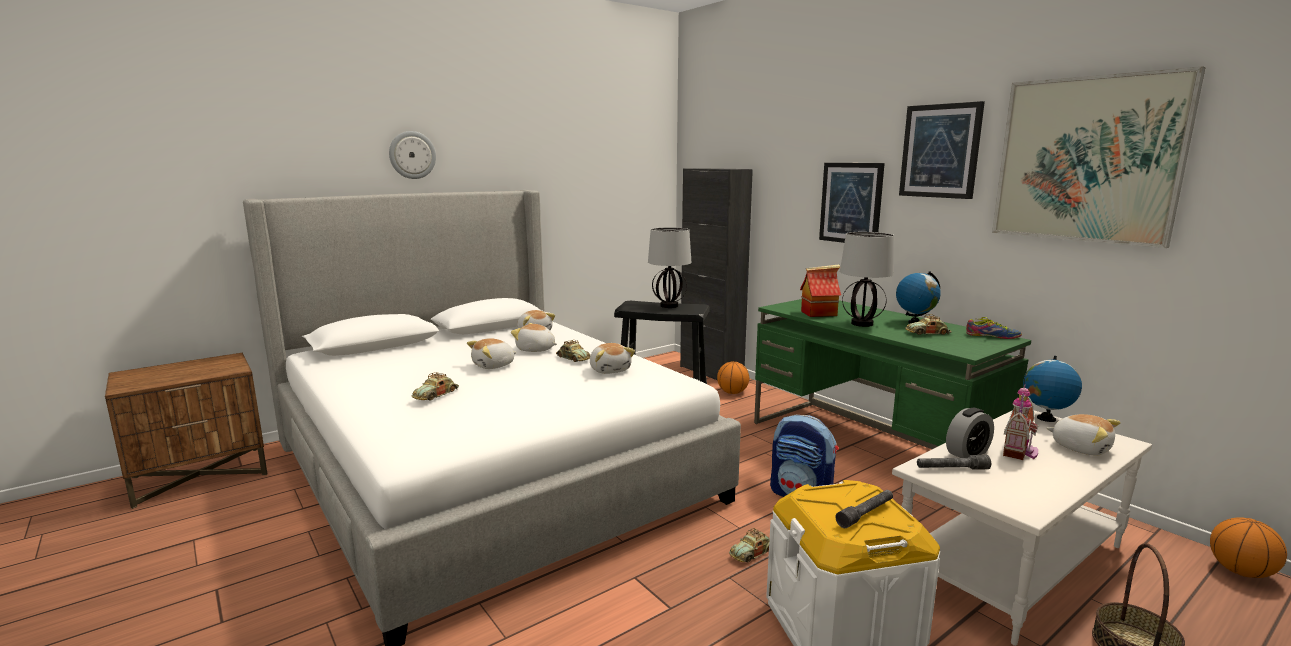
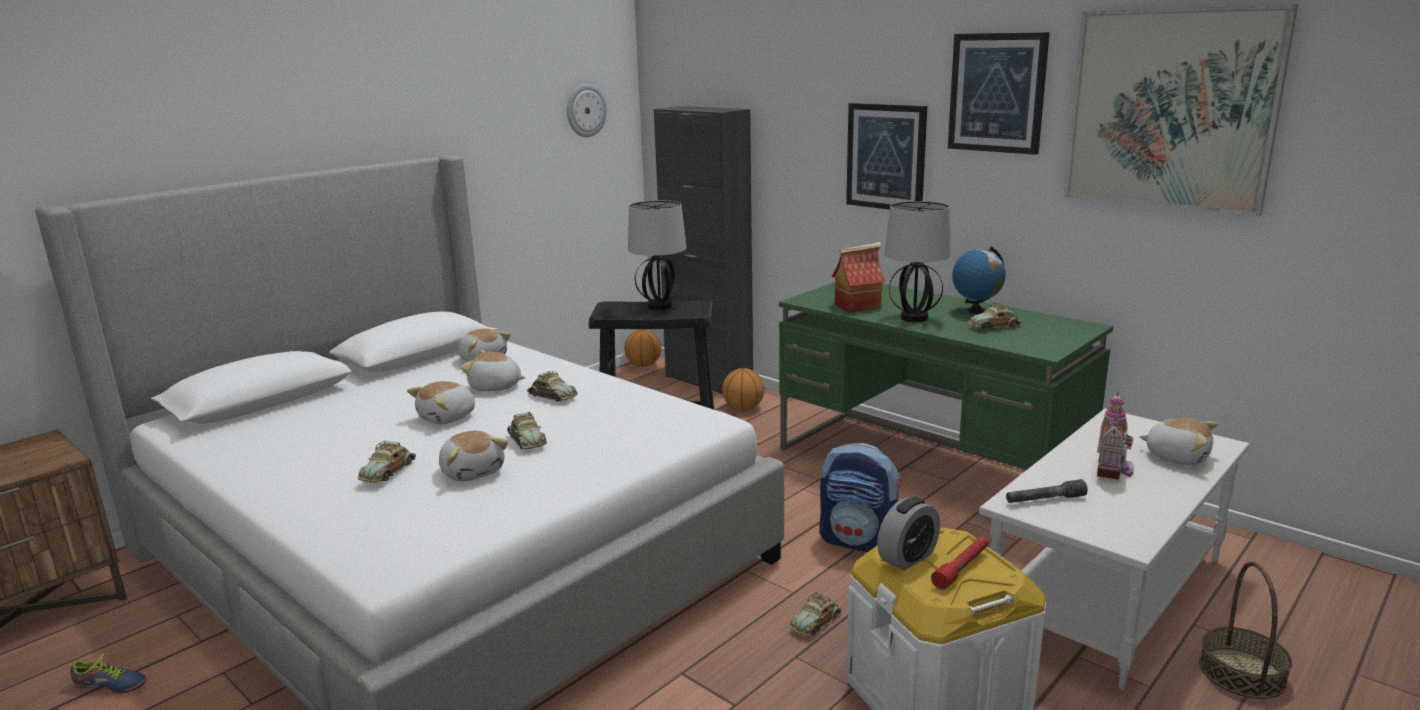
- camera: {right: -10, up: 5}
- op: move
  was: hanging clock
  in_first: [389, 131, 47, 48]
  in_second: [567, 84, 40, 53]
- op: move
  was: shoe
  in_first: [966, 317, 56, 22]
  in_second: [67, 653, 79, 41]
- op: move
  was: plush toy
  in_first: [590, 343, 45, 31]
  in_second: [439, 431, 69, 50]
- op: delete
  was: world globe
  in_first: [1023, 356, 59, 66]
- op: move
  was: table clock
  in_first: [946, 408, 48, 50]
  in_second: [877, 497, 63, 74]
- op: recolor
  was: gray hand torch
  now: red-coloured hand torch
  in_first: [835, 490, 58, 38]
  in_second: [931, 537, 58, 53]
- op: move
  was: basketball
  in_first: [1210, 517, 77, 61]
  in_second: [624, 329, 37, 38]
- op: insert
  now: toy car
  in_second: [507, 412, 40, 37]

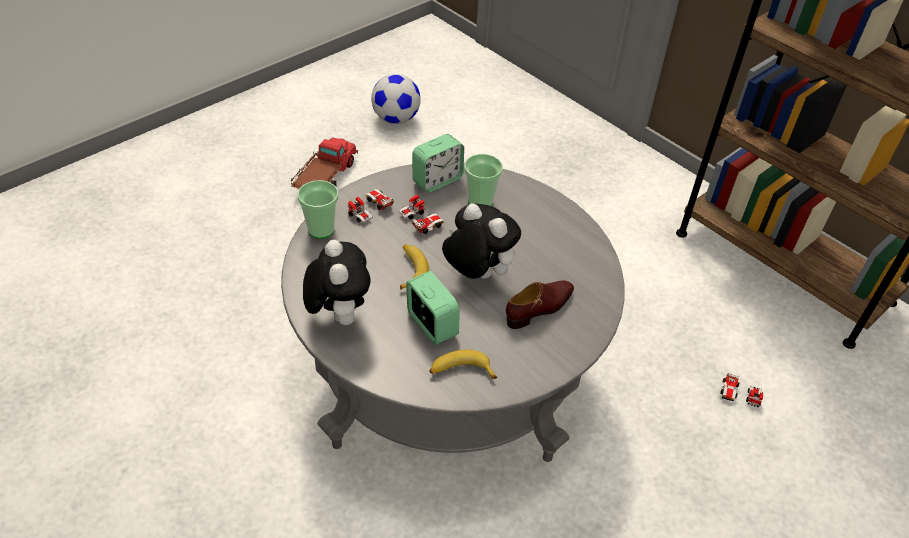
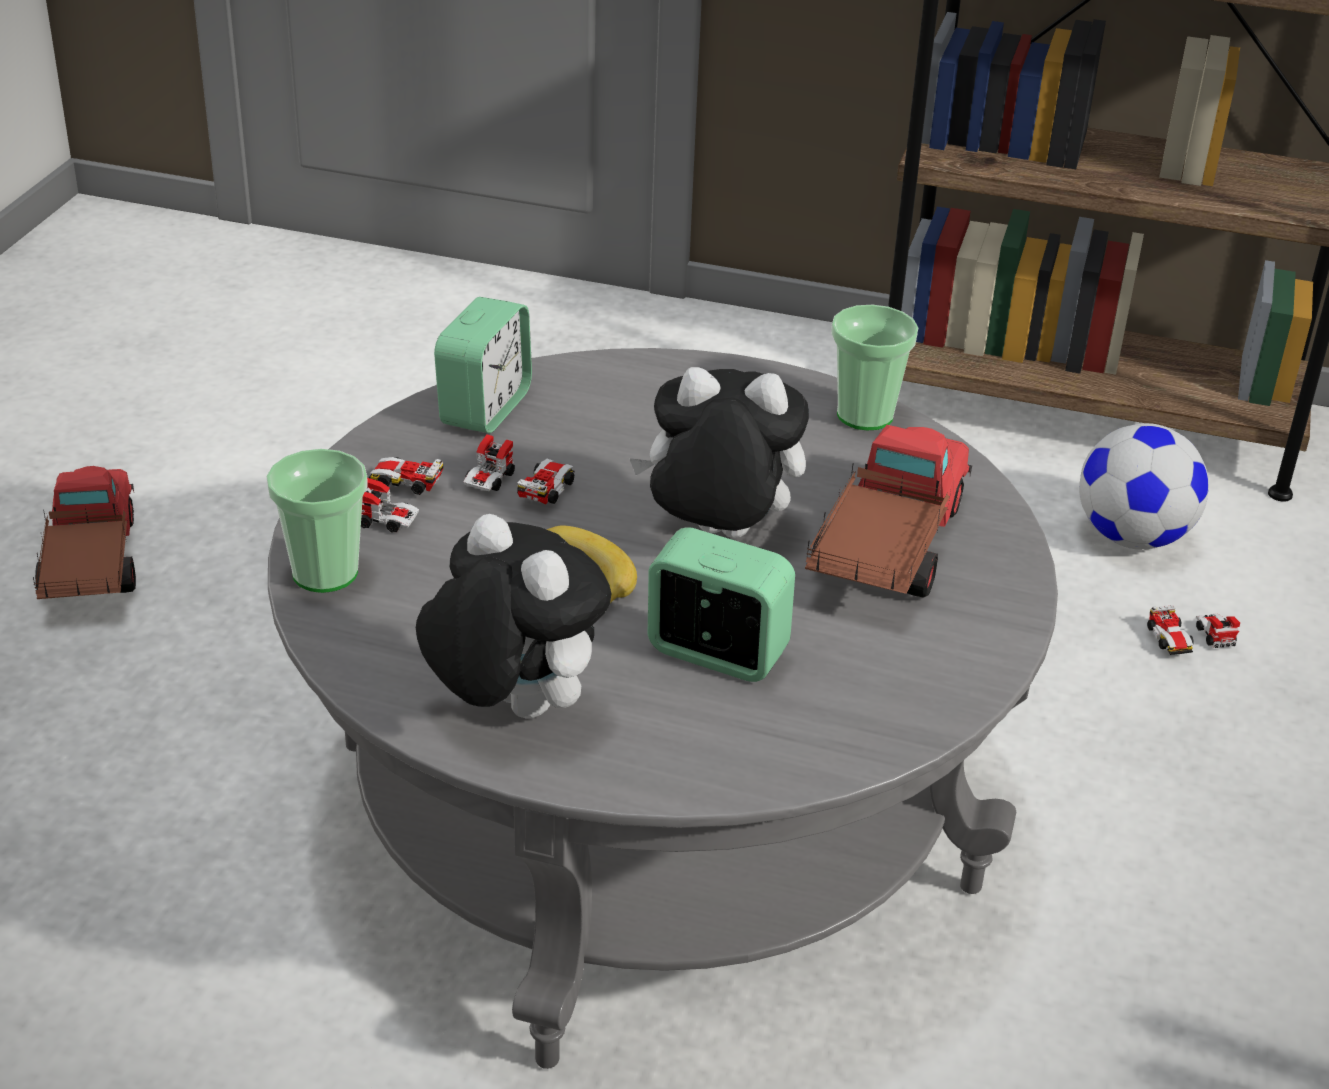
- camera: {right: -30, up: -10}
- op: move
  was: football
  in_first: [371, 74, 50, 50]
  in_second: [1079, 423, 130, 127]
- op: move
  was: small cup
  in_first: [464, 154, 39, 52]
  in_second: [831, 305, 87, 125]
- op: replace
  was: brown-coloured shoe
  now: model truck
  in_first: [506, 280, 68, 49]
  in_second: [805, 425, 167, 173]
- op: delete
  was: banana
  in_first: [429, 350, 68, 29]

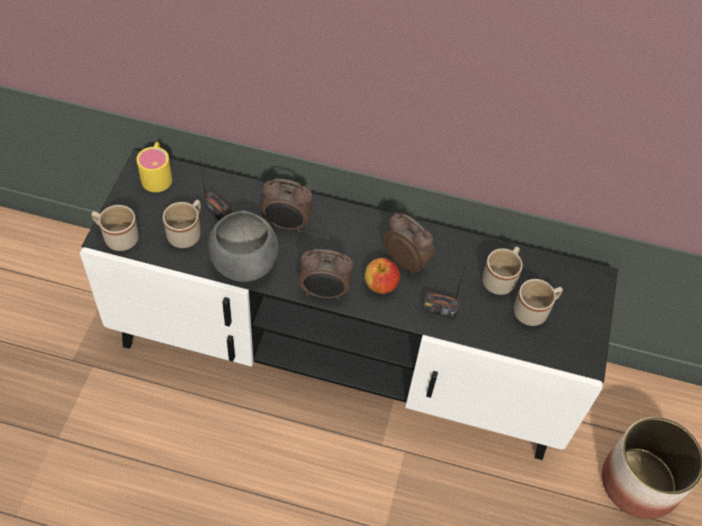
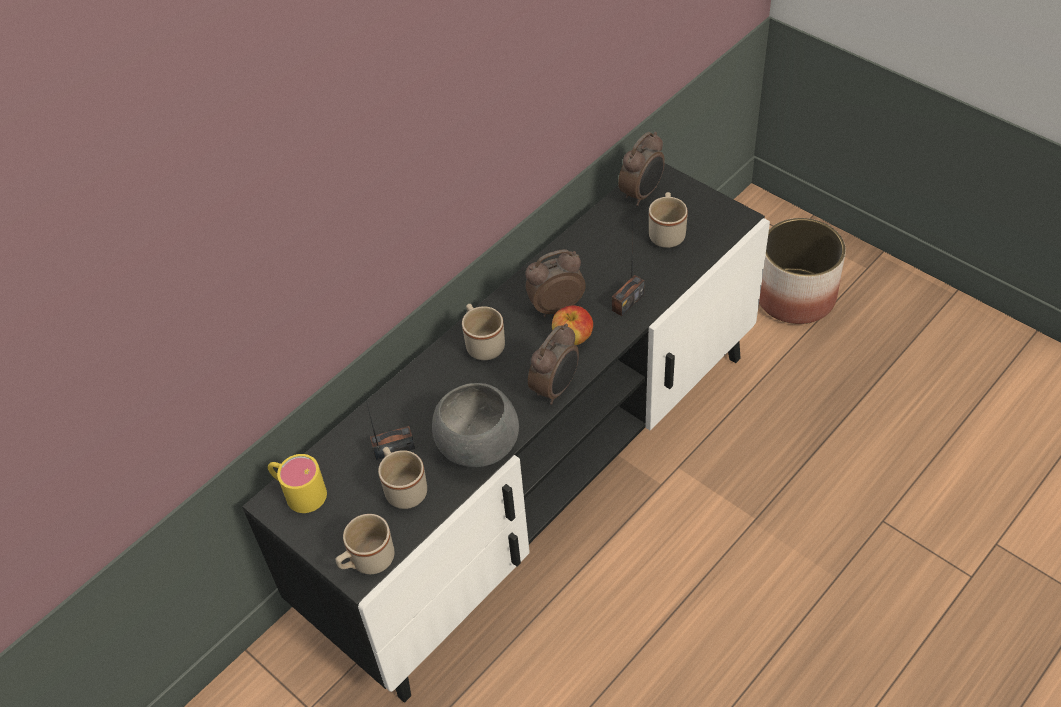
- camera: {right: -55, up: -5}
- op: move
  was: table clock
  in_first: [261, 179, 51, 53]
  in_second: [618, 132, 47, 74]
- op: move
  was: beige-coloured coffee mug
  in_first: [482, 247, 41, 48]
  in_second: [462, 304, 43, 56]

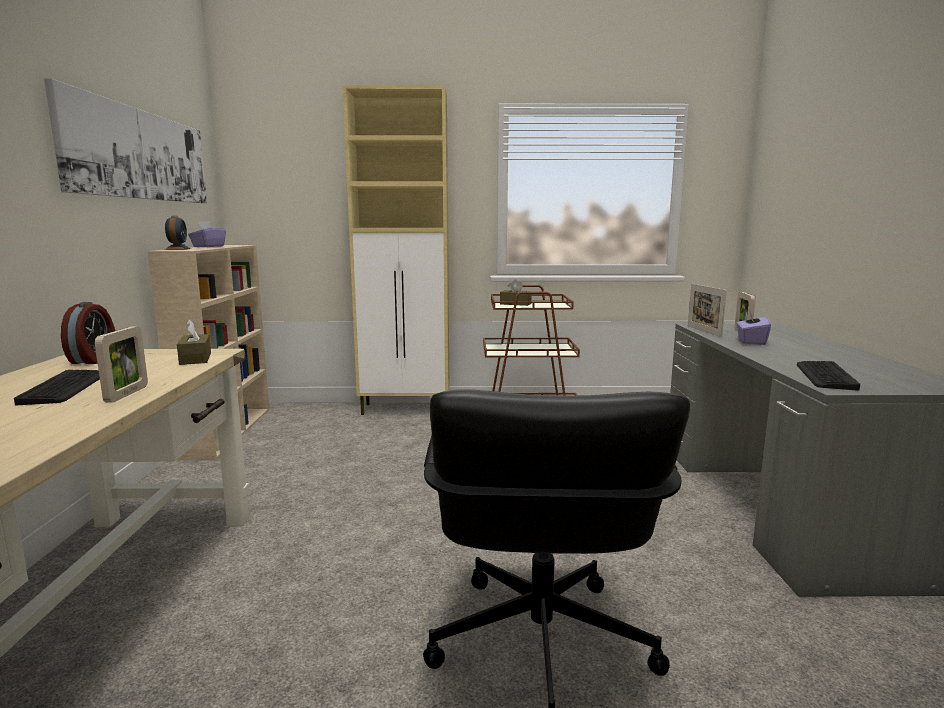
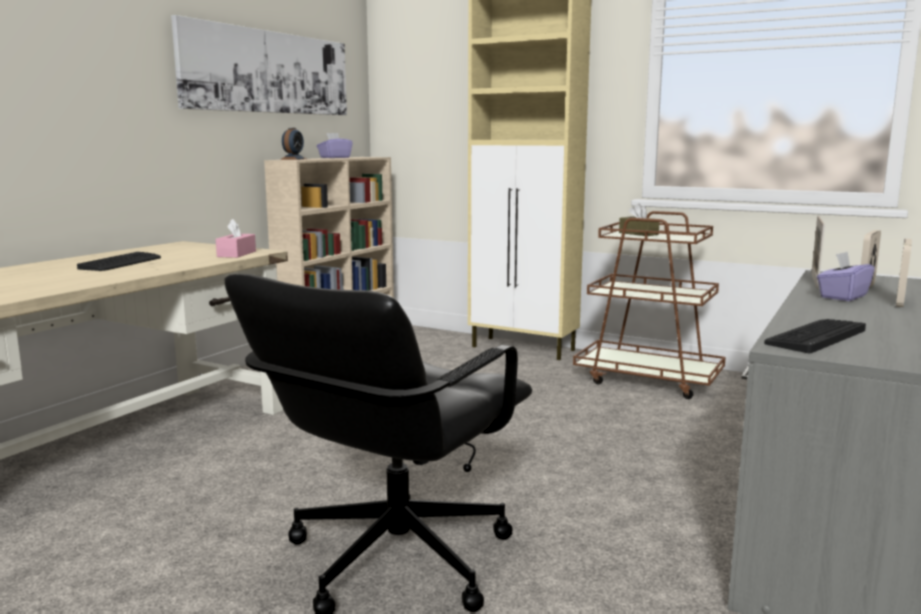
- camera: {right: 30, up: 0}
- op: delete
  was: table clock
  in_first: [61, 302, 54, 62]
- op: recolor
  was: brown-coloured tissue holder
  now: pink-coloured tissue holder
  in_first: [177, 319, 34, 46]
  in_second: [216, 219, 40, 39]
- op: move
  was: photo frame
  in_first: [95, 326, 53, 76]
  in_second: [896, 239, 16, 68]

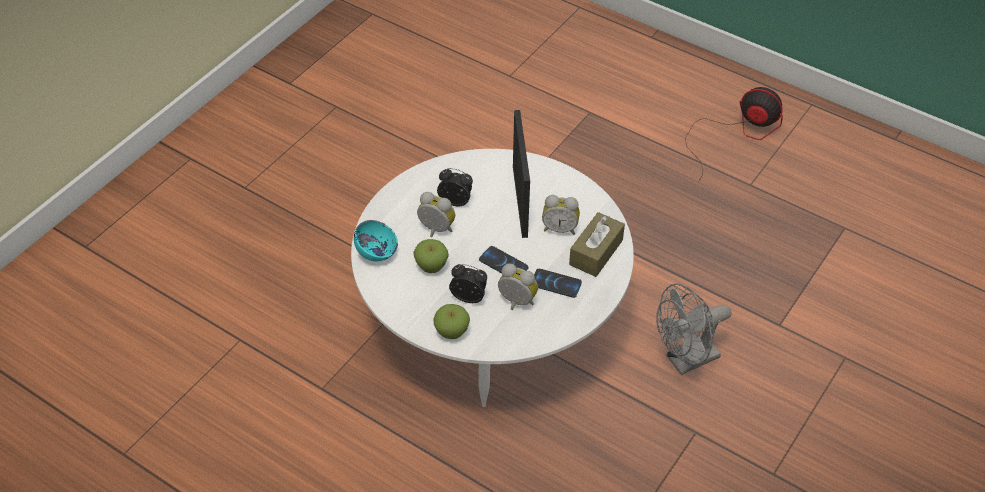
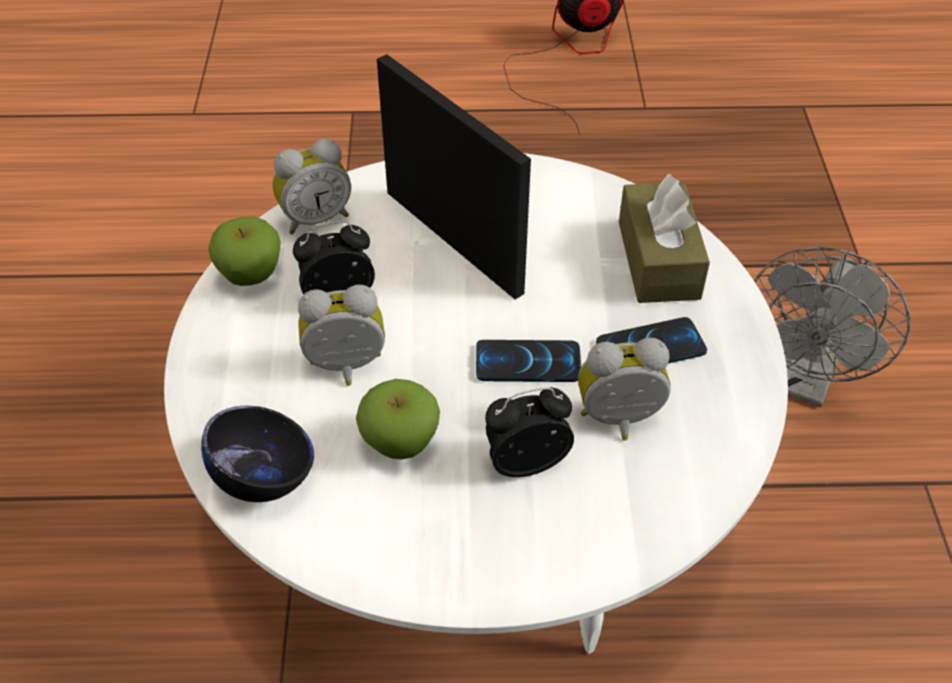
- camera: {right: -35, up: 0}
- op: move
  was: table clock
  in_first: [542, 195, 38, 40]
  in_second: [272, 139, 79, 96]
- op: recolor
  was: blue-green bowl
  now: black-coloured bowl
  in_first: [354, 220, 44, 41]
  in_second: [201, 406, 113, 96]
- op: move
  was: apple
  in_first: [433, 304, 37, 35]
  in_second: [208, 216, 73, 70]

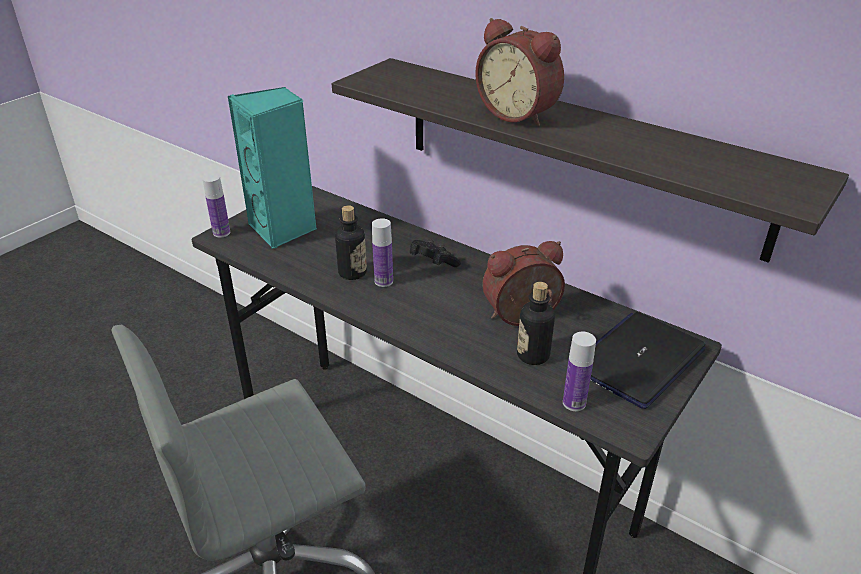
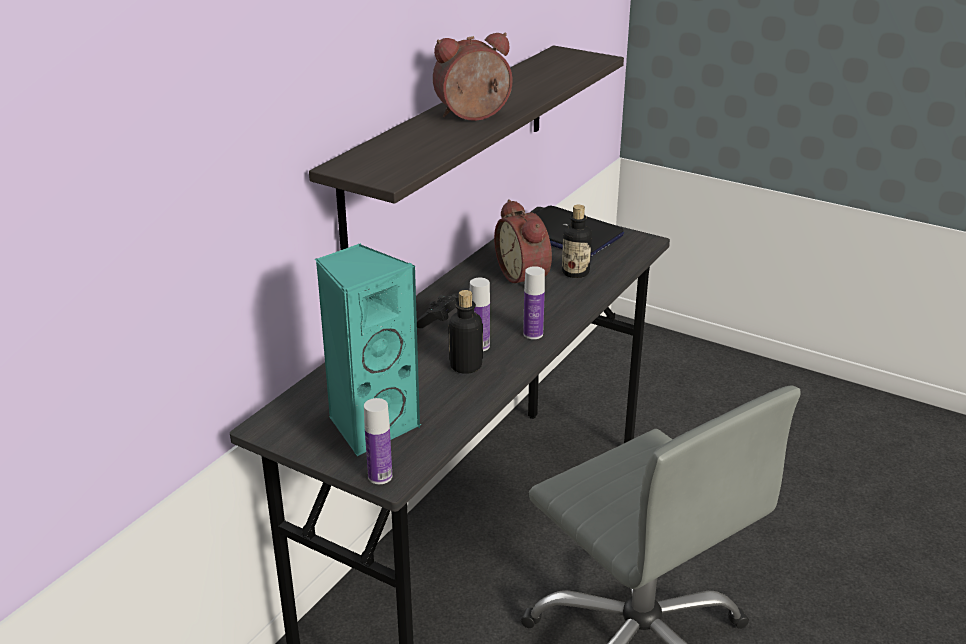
- camera: {right: -95, up: -5}
- op: rotate
  was: table clock
  in_first: [475, 18, 89, 109]
  in_second: [433, 33, 79, 88]
  clockwise: -150
- op: move
  was: beverage bottle
  in_first: [563, 332, 33, 79]
  in_second: [523, 266, 22, 73]

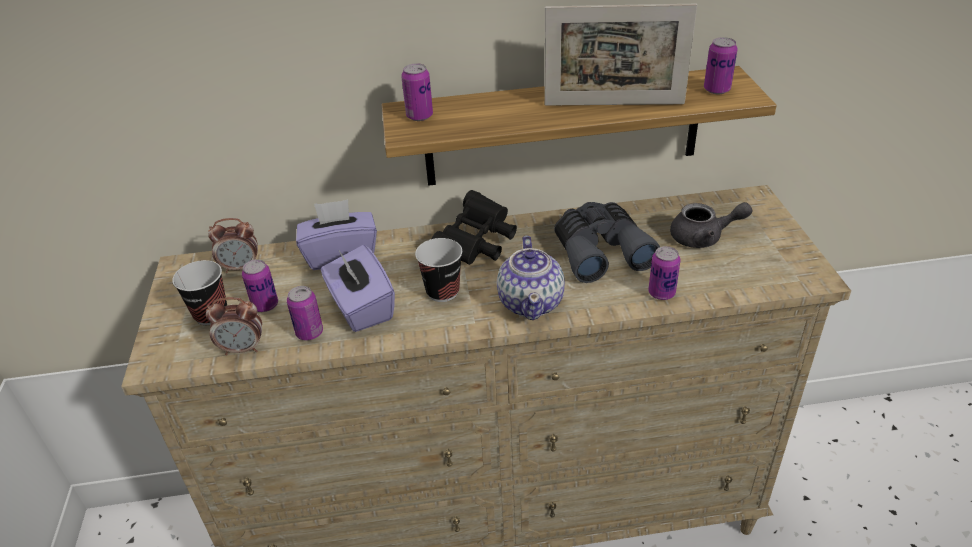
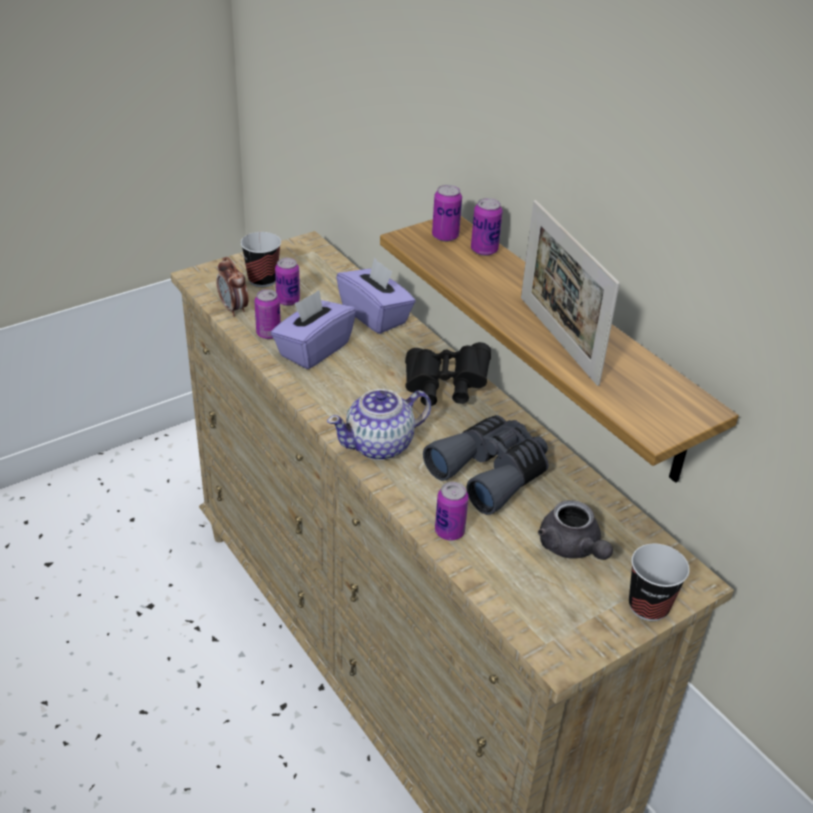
- camera: {right: 60, up: 0}
- op: move
  was: can
  in_first: [704, 37, 34, 57]
  in_second: [471, 198, 32, 58]
- op: delete
  was: table clock
  in_first: [208, 218, 50, 55]
- op: move
  was: small cup
  in_first: [415, 238, 47, 64]
  in_second: [629, 544, 61, 77]

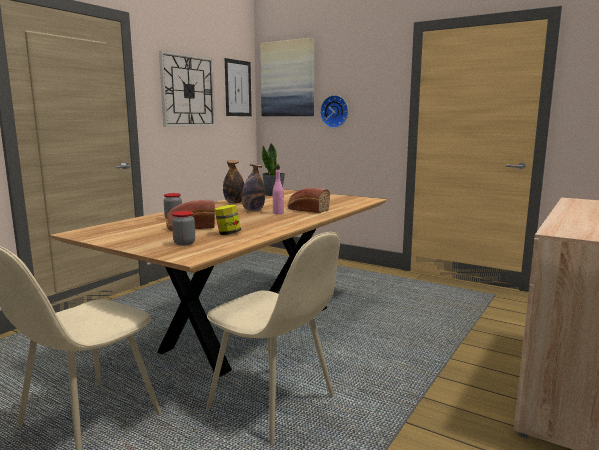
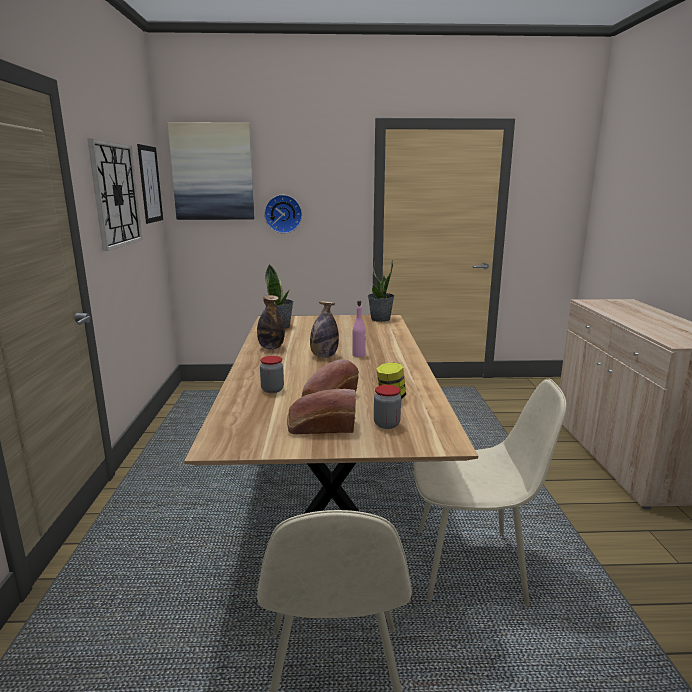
- camera: {right: -35, up: 5}
- op: move
  was: bread
  in_first: [287, 188, 43, 25]
  in_second: [287, 389, 69, 45]
- op: insert
  now: houseplant
  in_second: [368, 260, 27, 62]

